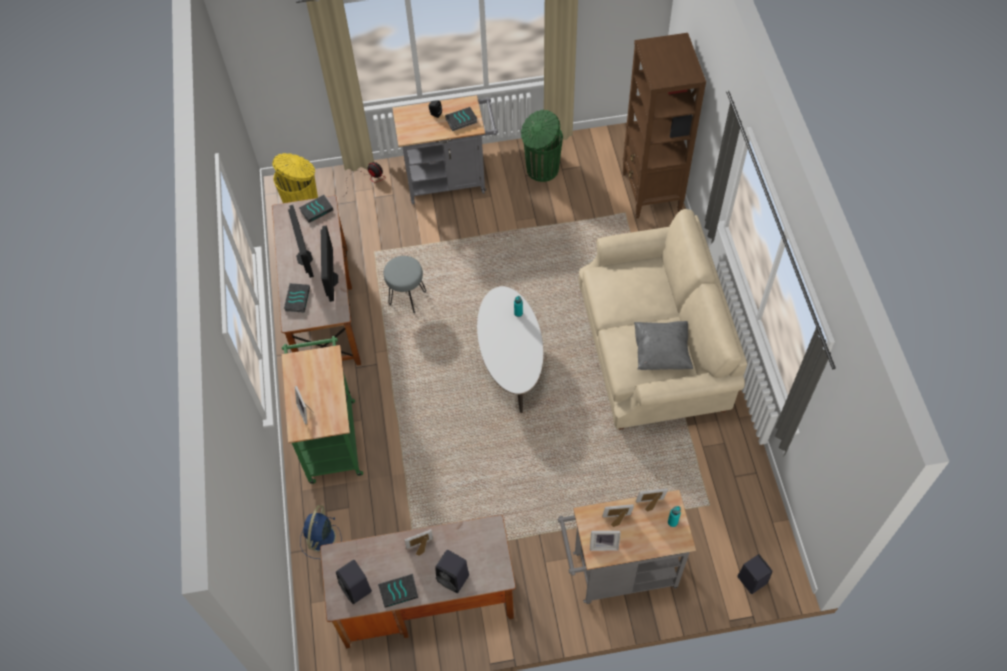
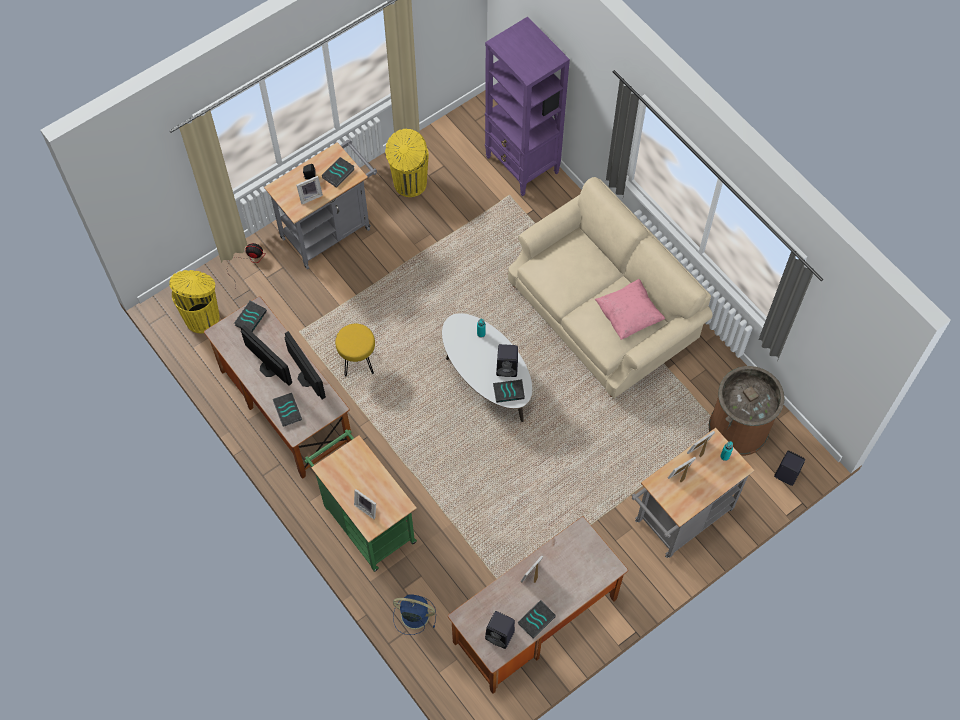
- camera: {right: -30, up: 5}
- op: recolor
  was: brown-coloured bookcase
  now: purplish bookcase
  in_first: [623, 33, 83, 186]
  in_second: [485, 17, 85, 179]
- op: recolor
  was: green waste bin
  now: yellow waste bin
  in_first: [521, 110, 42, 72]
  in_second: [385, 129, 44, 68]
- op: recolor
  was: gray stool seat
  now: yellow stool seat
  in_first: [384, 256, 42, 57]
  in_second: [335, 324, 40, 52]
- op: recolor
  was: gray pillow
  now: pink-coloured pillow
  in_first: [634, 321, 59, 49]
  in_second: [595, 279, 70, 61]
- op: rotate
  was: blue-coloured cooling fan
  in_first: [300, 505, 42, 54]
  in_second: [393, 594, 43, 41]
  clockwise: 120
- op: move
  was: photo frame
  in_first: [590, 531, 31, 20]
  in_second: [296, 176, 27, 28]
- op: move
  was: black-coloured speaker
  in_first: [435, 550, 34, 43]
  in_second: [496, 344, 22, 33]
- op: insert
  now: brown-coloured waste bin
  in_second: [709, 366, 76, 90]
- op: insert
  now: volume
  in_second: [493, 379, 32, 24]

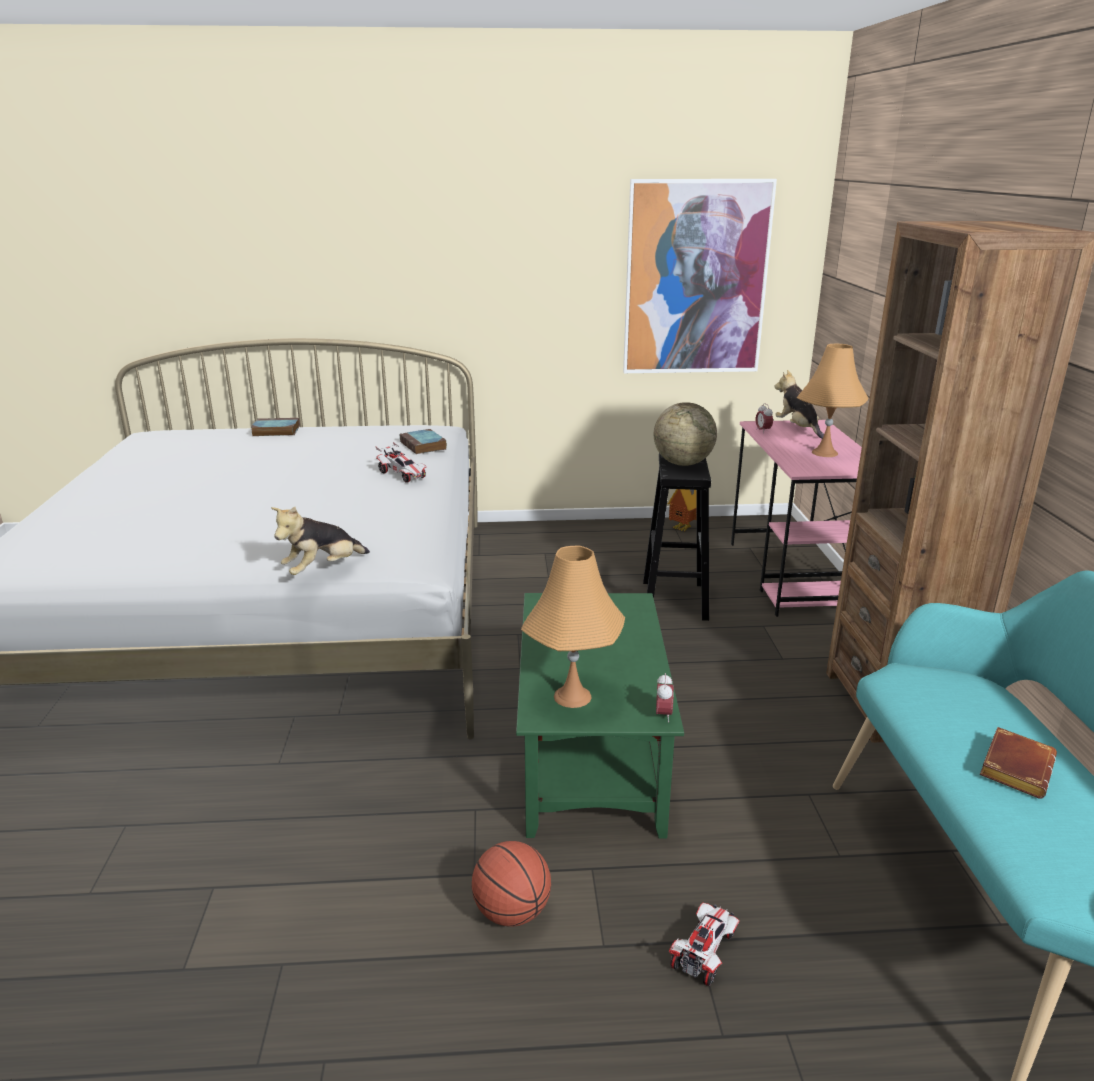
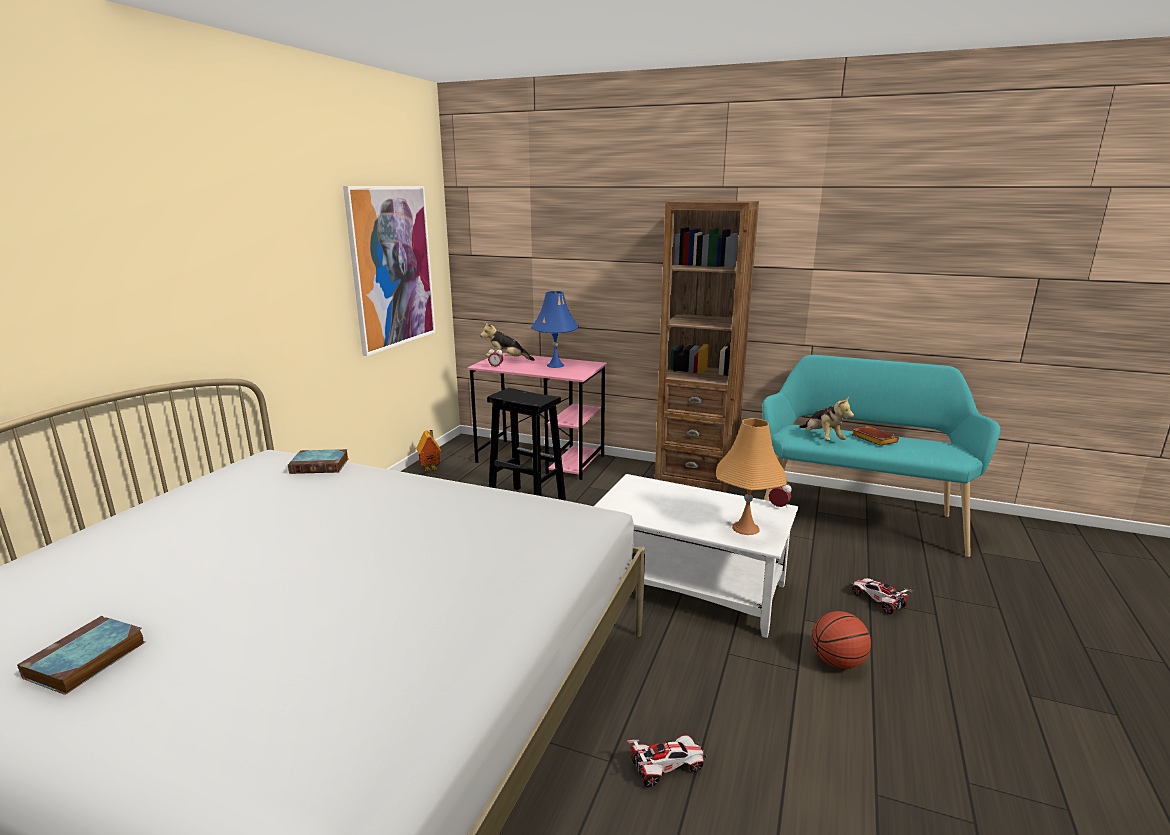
- camera: {right: -65, up: -5}
- op: recolor
  was: orange-coloured lamp for a table
  now: blue-coloured lamp for a table
  in_first: [797, 344, 71, 113]
  in_second: [531, 291, 48, 77]
- op: delete
  was: world globe
  in_first: [654, 402, 63, 64]
- op: move
  was: volume
  in_first: [250, 418, 50, 18]
  in_second: [17, 616, 128, 79]
- op: move
  was: toy car
  in_first: [375, 442, 51, 41]
  in_second: [627, 735, 80, 53]
- op: move
  was: plush toy
  in_first: [271, 507, 99, 68]
  in_second: [799, 396, 55, 44]
- op: recolor
  was: green low table
  now: whitish low table
  in_first: [516, 593, 168, 245]
  in_second: [594, 474, 204, 164]

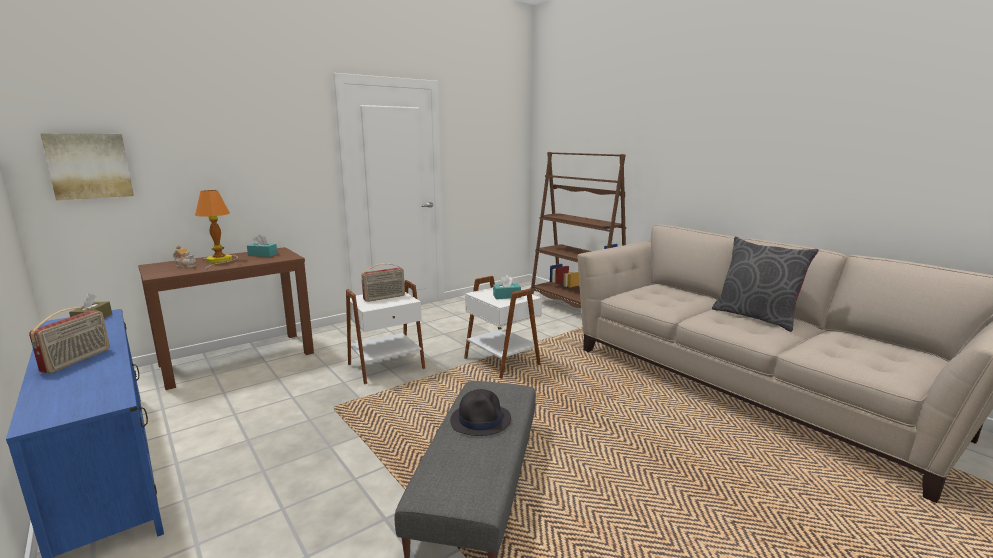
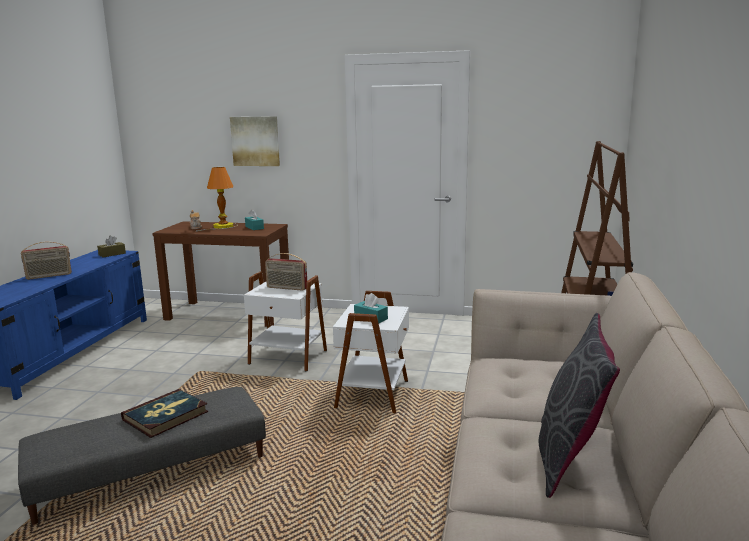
- camera: {right: 50, up: 0}
- op: move
  was: wall art
  in_first: [41, 134, 93, 66]
  in_second: [230, 116, 50, 50]
- op: replace
  was: black-coloured hat
  now: volume
  in_first: [450, 389, 61, 47]
  in_second: [121, 389, 87, 49]

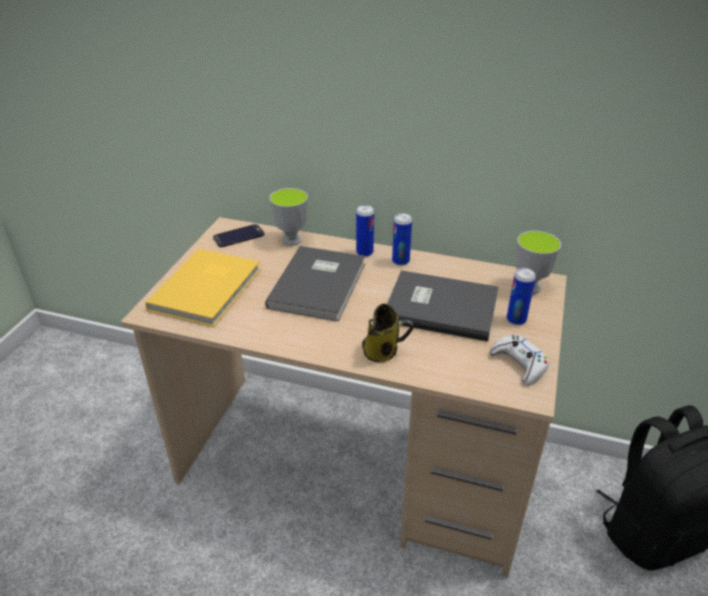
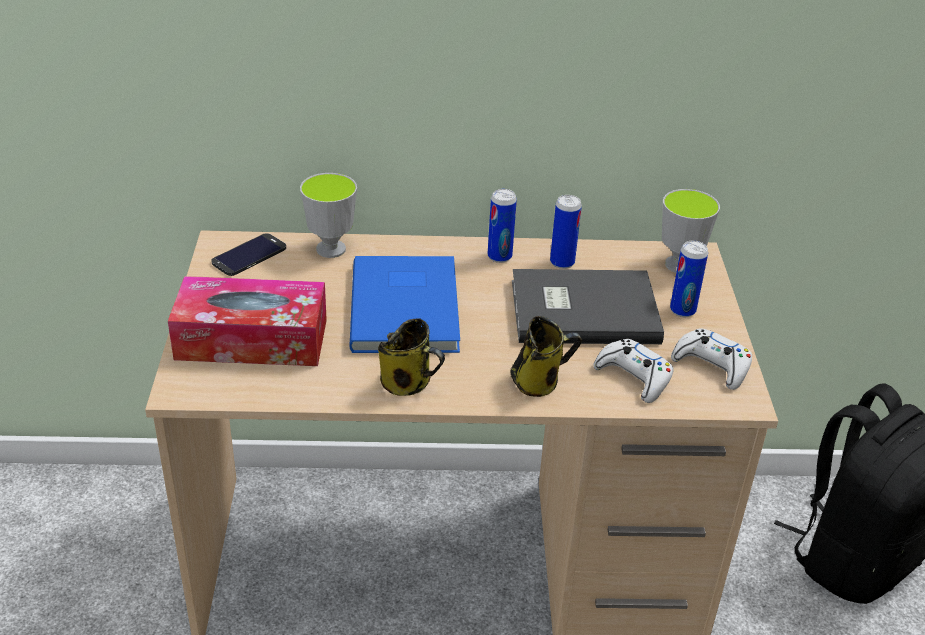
- camera: {right: -20, up: 0}
- op: move
  was: can
  in_first: [356, 205, 18, 52]
  in_second: [550, 195, 32, 74]
- op: recolor
  was: gray volume
  now: blue-coloured volume
  in_first: [265, 246, 100, 75]
  in_second: [349, 256, 111, 97]
- op: replace
  was: yellow volume
  now: tissue holder
  in_first: [145, 249, 116, 78]
  in_second: [168, 276, 159, 90]
- op: insert
  now: coffee mug
  in_second: [378, 318, 67, 78]
- op: insert
  now: whitish game controller
  in_second: [593, 339, 81, 64]

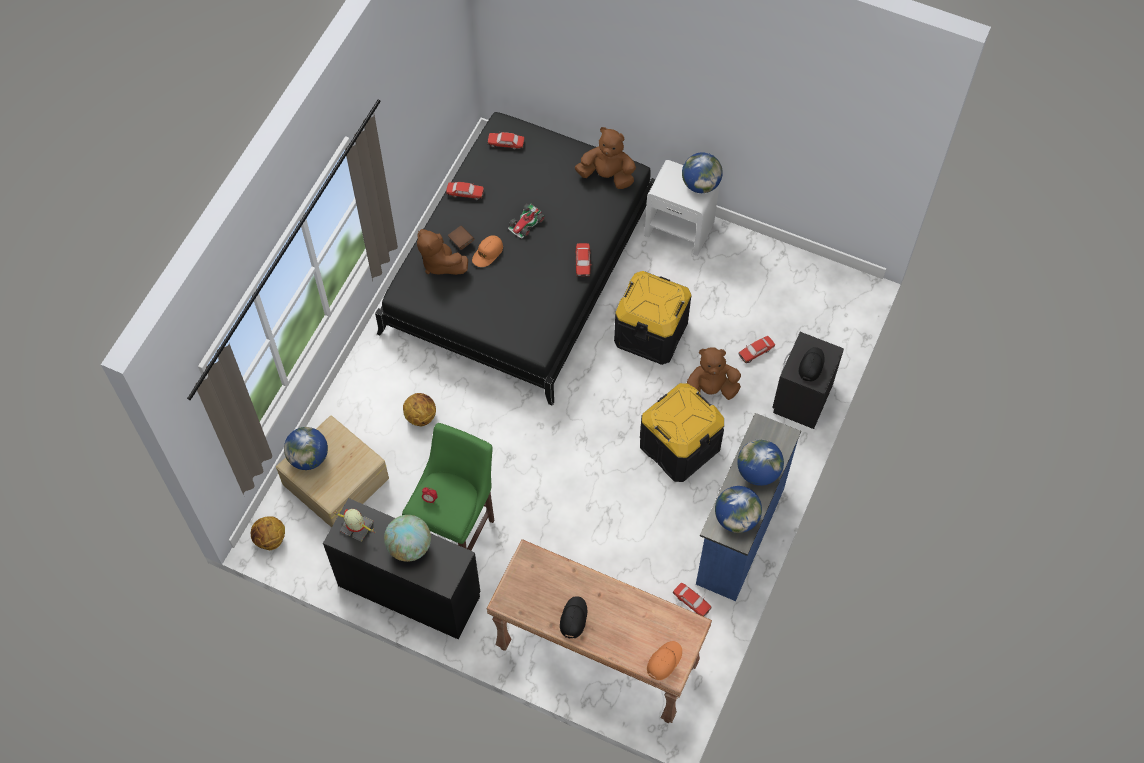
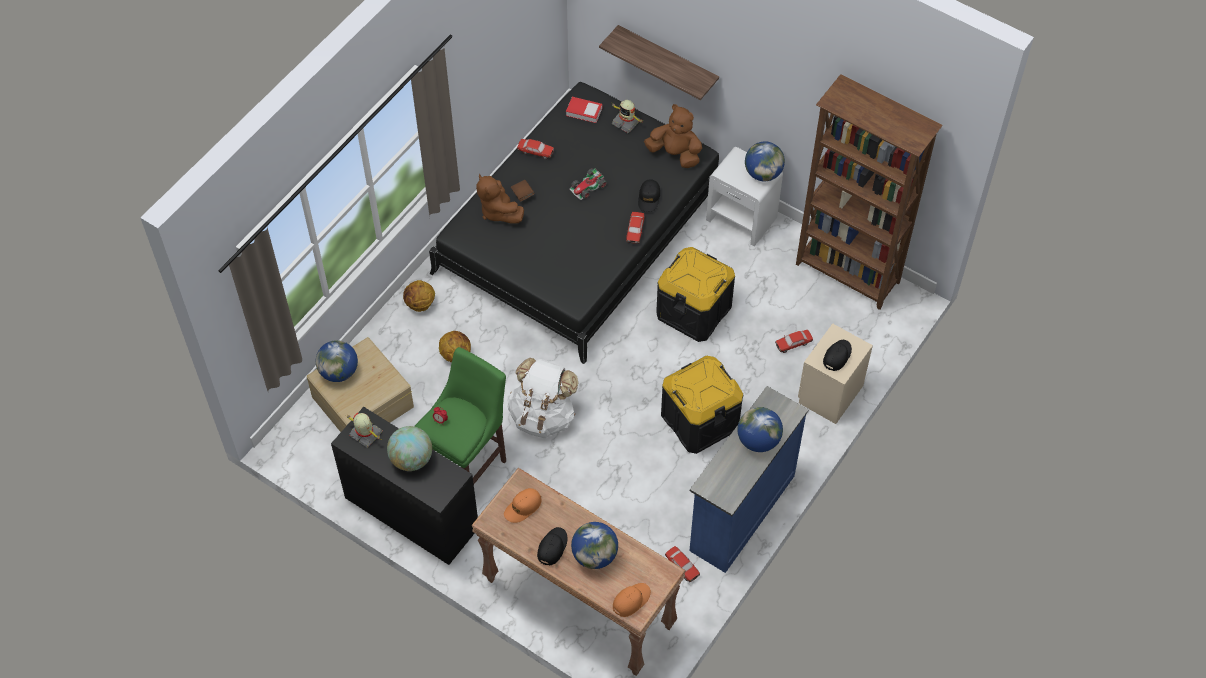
- camera: {right: 10, up: -5}
- op: replace
  was: toy car
  now: volume
  in_first: [488, 132, 36, 18]
  in_second: [566, 97, 36, 26]
- op: move
  was: orange-coloured cap
  in_first: [472, 235, 31, 32]
  in_second: [504, 488, 37, 35]
- op: recolor
  was: black-coloured bedside table
  now: beige-coloured bedside table
  in_first: [772, 332, 72, 97]
  in_second: [798, 324, 75, 100]
- op: delete
  was: brown-coloured plush toy
  in_first: [687, 348, 54, 52]
- op: move
  was: world globe
  in_first: [715, 486, 47, 47]
  in_second: [571, 522, 47, 47]
- op: move
  was: basketball
  in_first: [251, 516, 34, 34]
  in_second: [403, 280, 32, 32]
- op: insert
  now: shelf
  in_second: [599, 25, 120, 75]
- op: insert
  now: brown-coloured bookcase
  in_second: [796, 74, 147, 236]
- op: insert
  now: toy robot
  in_second: [611, 100, 32, 33]
- op: insert
  now: black-coloured cap
  in_second: [638, 179, 22, 33]
- op: insert
  now: whitish rucksack
  in_second: [507, 358, 71, 80]

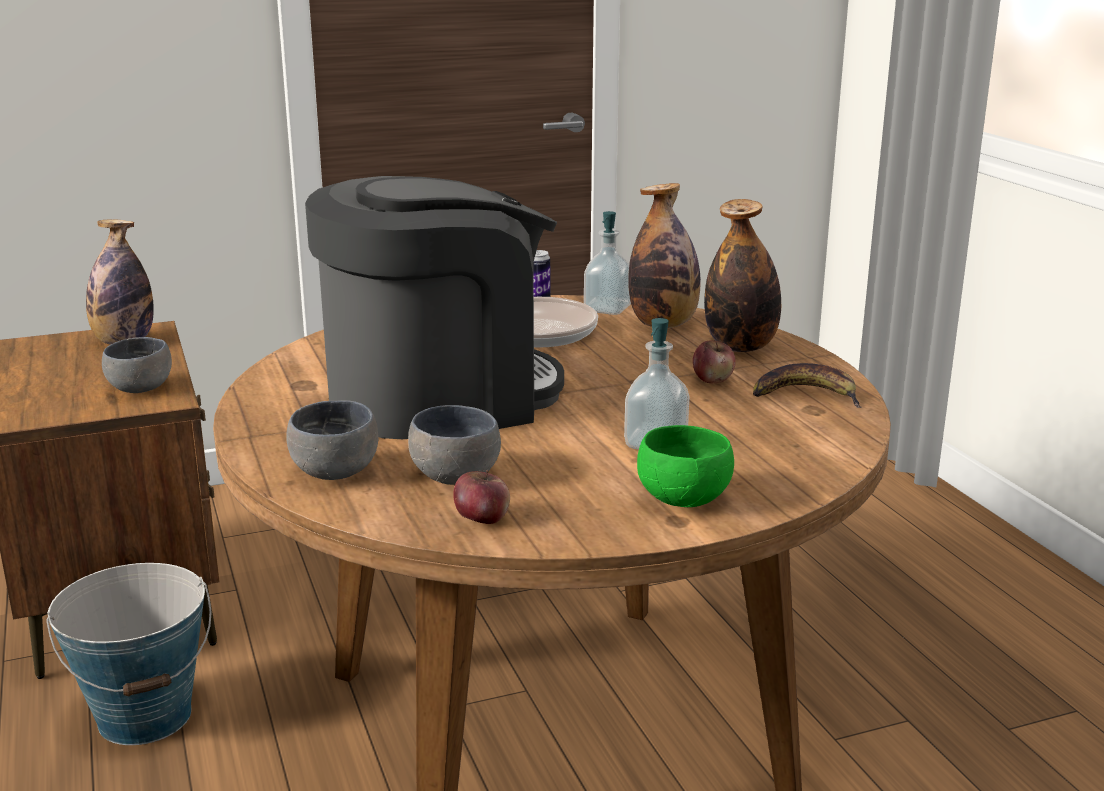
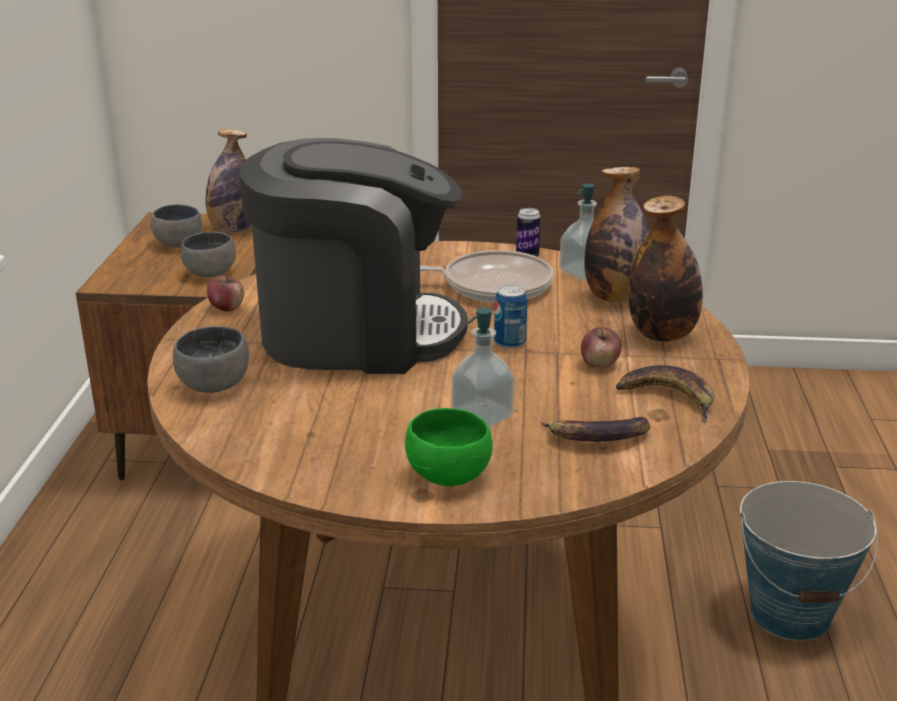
- camera: {right: 25, up: 5}
- op: move
  was: gray bowl
  in_first: [408, 405, 93, 80]
  in_second: [151, 204, 51, 43]
- op: move
  was: apple
  in_first: [453, 470, 57, 54]
  in_second: [207, 275, 37, 37]
- op: move
  was: water bucket
  in_first: [46, 563, 166, 182]
  in_second: [740, 481, 138, 160]
- op: insert
  now: can
  in_second: [494, 285, 33, 64]
- op: insert
  now: banana
  in_second: [541, 417, 109, 25]

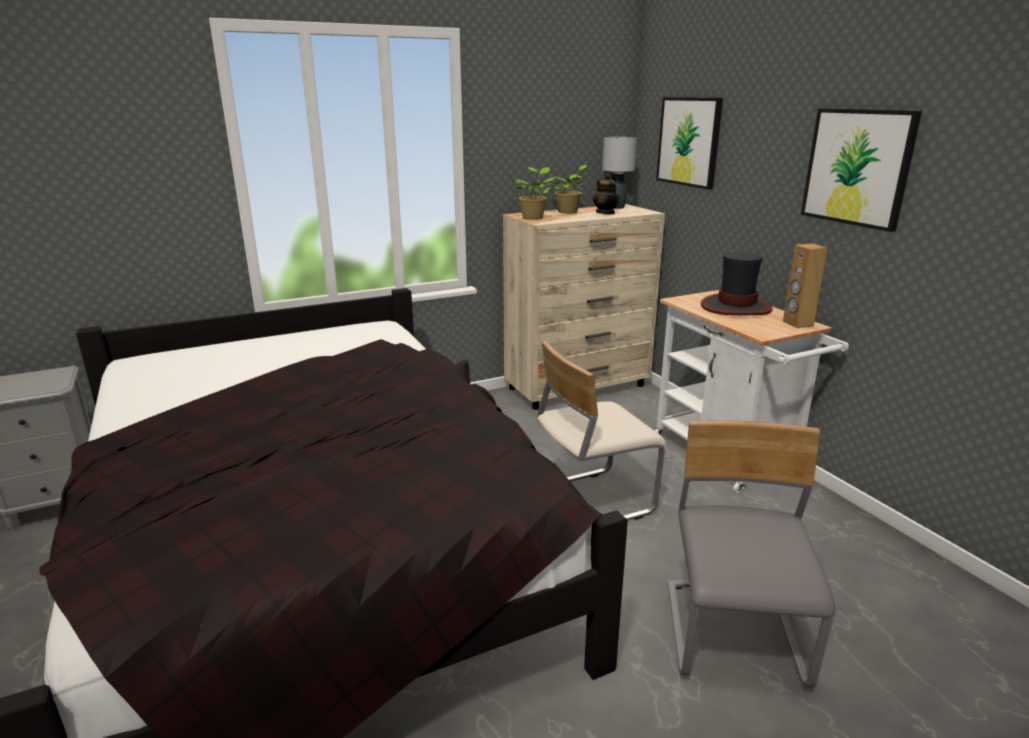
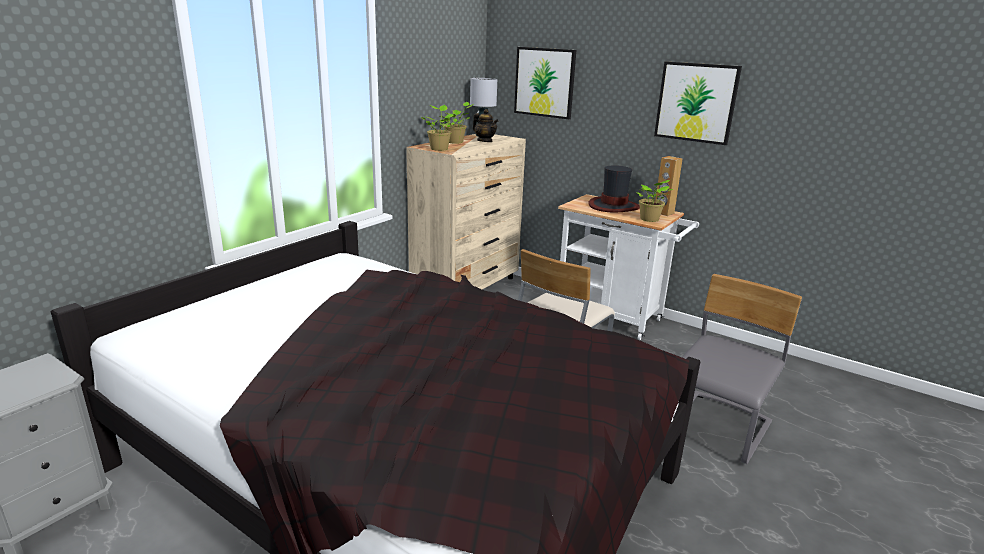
- camera: {right: -30, up: 0}
- op: rotate
  was: gray chair
  in_first: [668, 420, 167, 268]
  in_second: [682, 274, 120, 190]
  clockwise: 60
- op: insert
  now: houseplant
  in_second: [636, 180, 37, 42]

